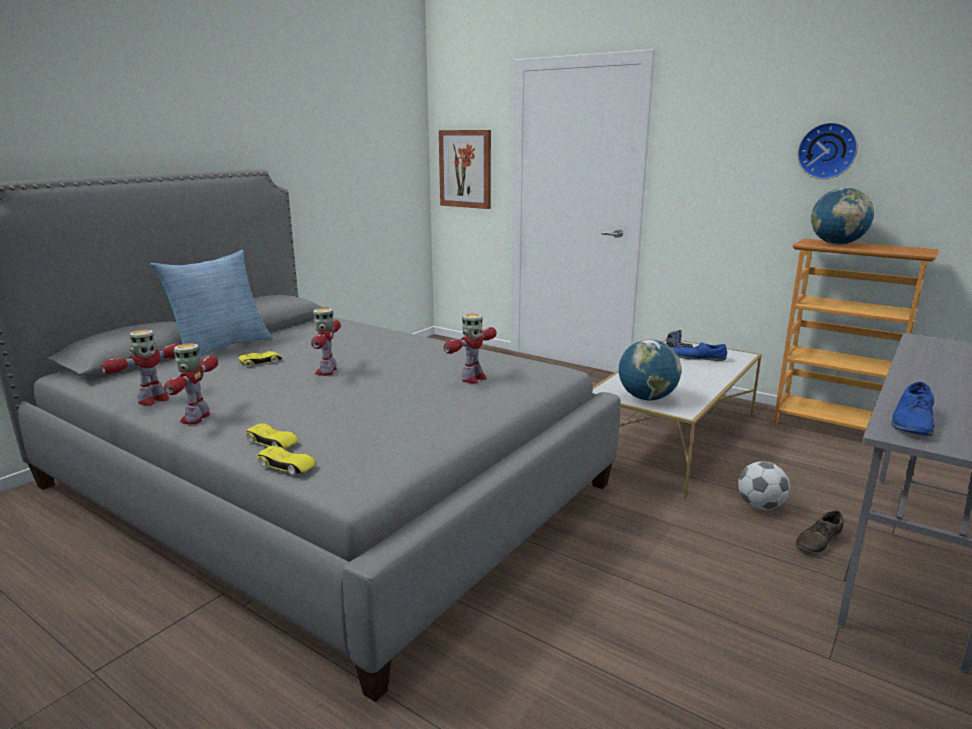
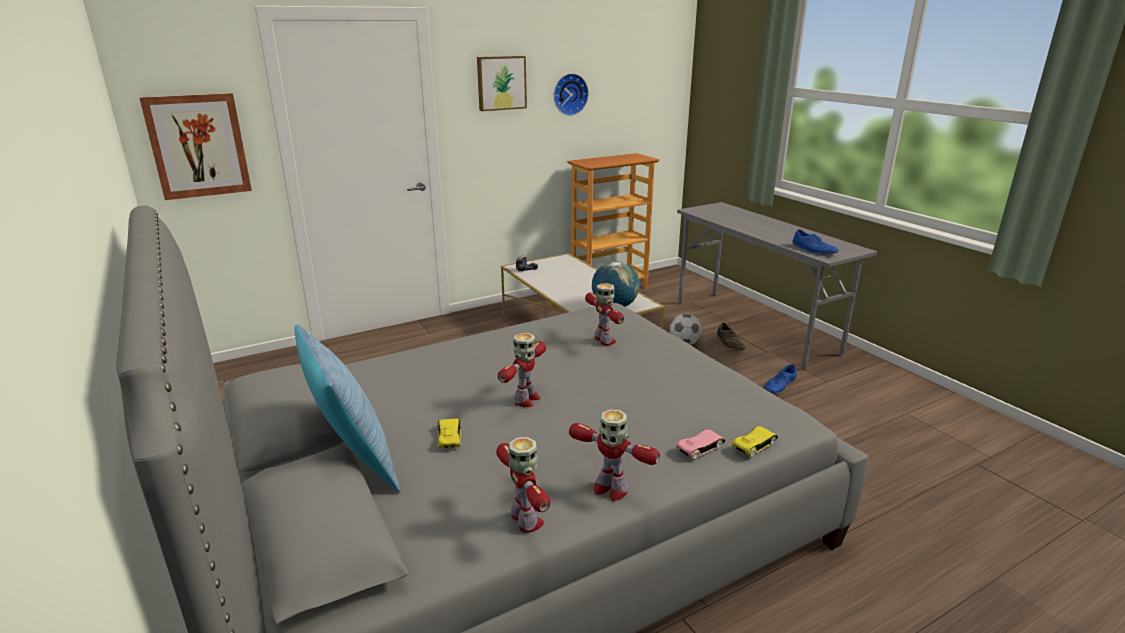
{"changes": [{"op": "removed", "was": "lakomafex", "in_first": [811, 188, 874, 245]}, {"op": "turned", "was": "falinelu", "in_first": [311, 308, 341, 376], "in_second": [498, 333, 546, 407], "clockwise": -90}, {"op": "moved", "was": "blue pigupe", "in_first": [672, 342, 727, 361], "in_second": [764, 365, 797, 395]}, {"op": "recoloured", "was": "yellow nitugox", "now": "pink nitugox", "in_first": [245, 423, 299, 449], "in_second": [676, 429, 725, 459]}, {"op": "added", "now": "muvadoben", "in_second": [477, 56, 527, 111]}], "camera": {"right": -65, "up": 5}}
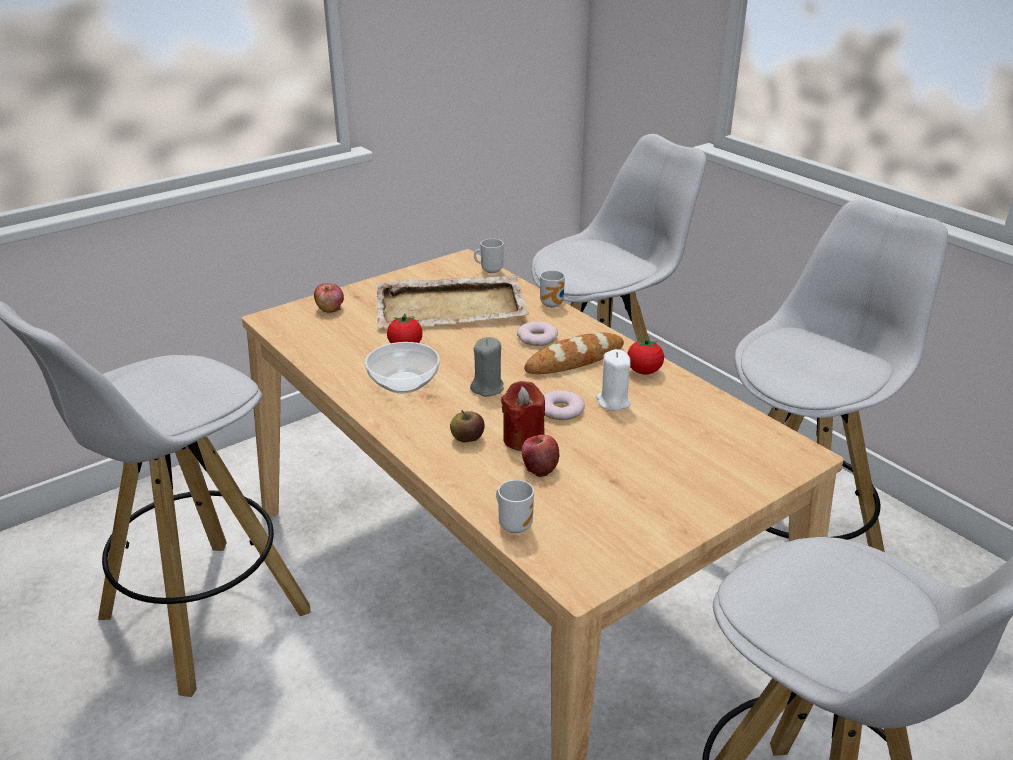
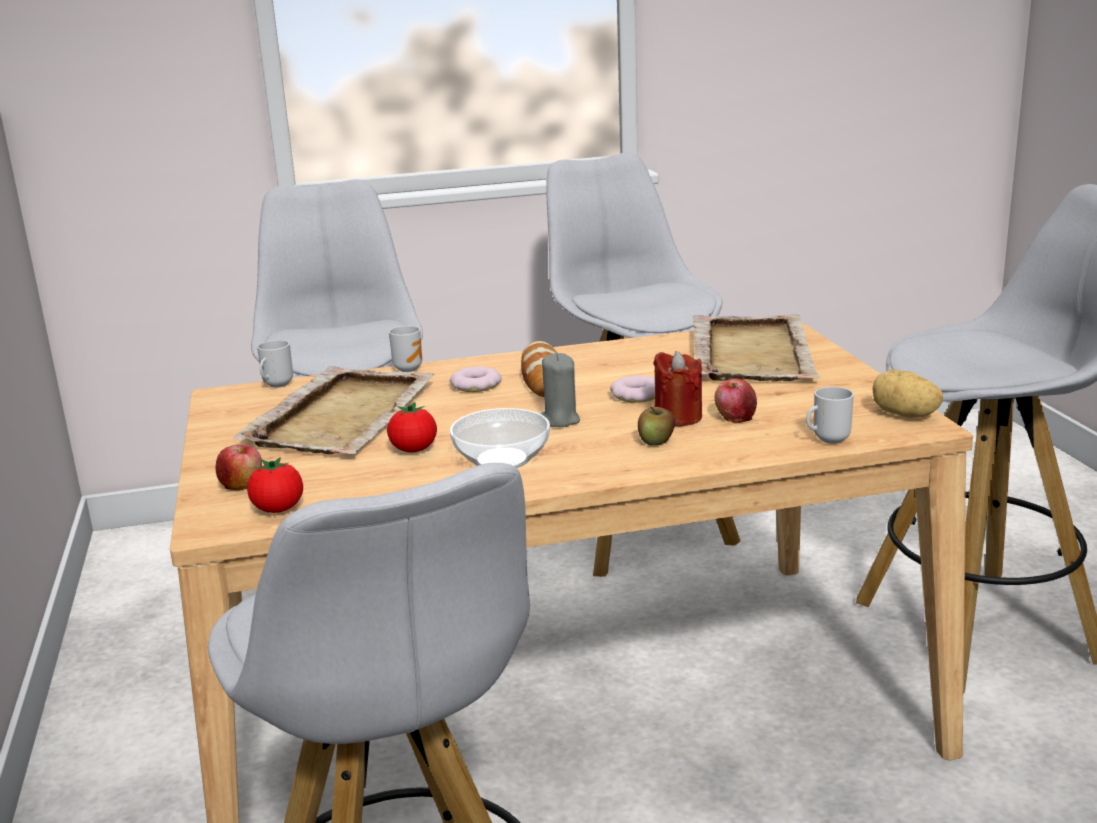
{"changes": [{"op": "moved", "was": "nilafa", "in_first": [627, 337, 664, 374], "in_second": [247, 457, 303, 513]}, {"op": "removed", "was": "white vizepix", "in_first": [596, 349, 631, 411]}, {"op": "added", "now": "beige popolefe", "in_second": [693, 314, 821, 382]}, {"op": "added", "now": "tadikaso", "in_second": [872, 370, 943, 418]}], "camera": {"right": -65, "up": -10}}
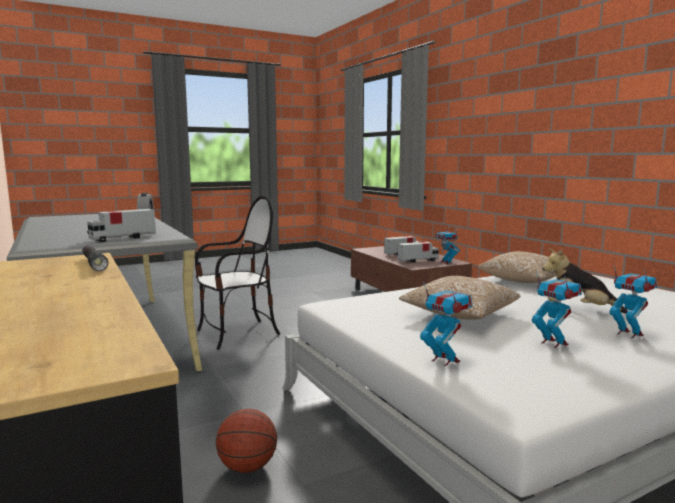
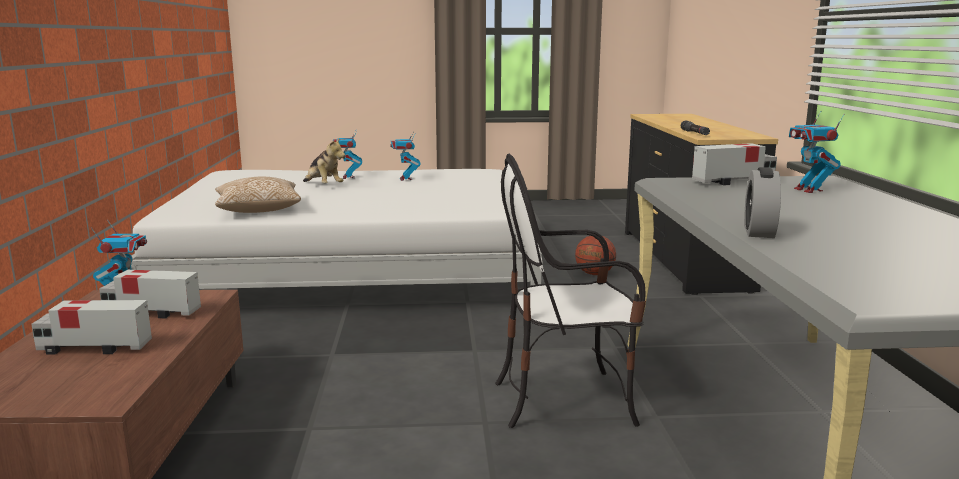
{"changes": [{"op": "removed", "was": "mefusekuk", "in_first": [399, 276, 520, 320]}, {"op": "moved", "was": "falinelu", "in_first": [420, 281, 472, 366], "in_second": [789, 111, 844, 193]}], "camera": {"right": -155, "up": 5}}
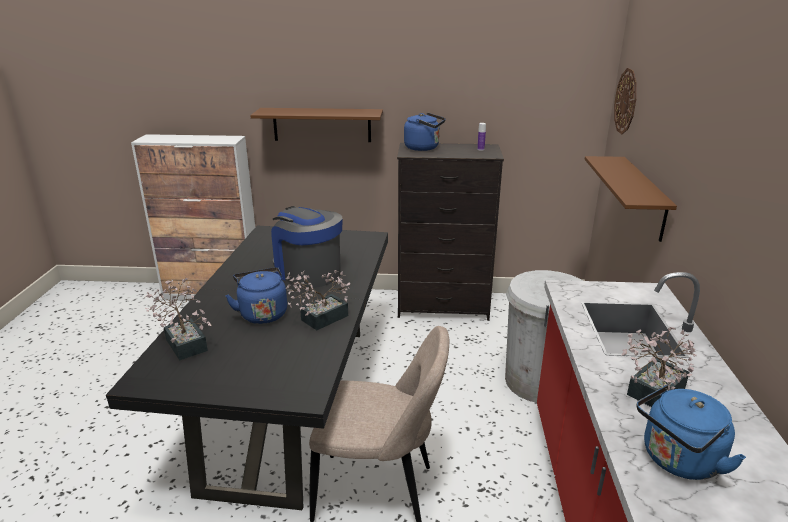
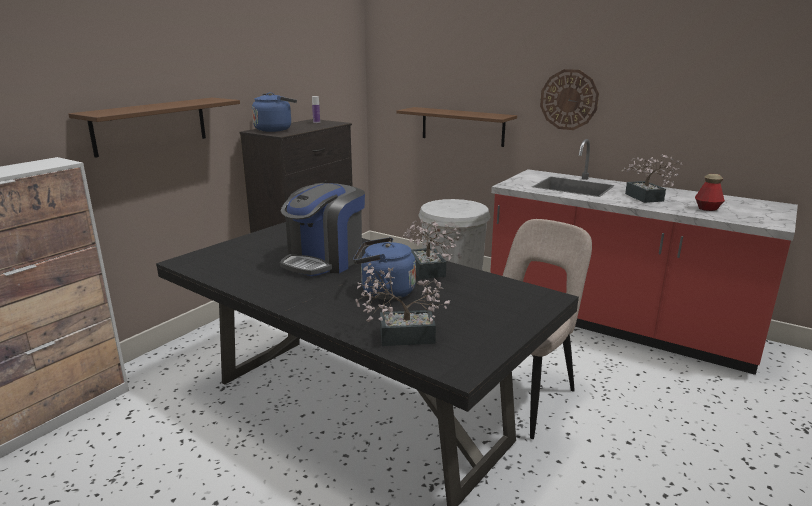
{"changes": [{"op": "moved", "was": "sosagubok", "in_first": [614, 68, 637, 134], "in_second": [540, 69, 599, 130]}, {"op": "turned", "was": "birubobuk", "in_first": [271, 206, 342, 288], "in_second": [280, 183, 365, 276], "clockwise": -45}, {"op": "replaced", "was": "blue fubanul", "now": "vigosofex", "in_first": [637, 385, 746, 480], "in_second": [695, 174, 725, 211]}], "camera": {"right": -60, "up": -5}}
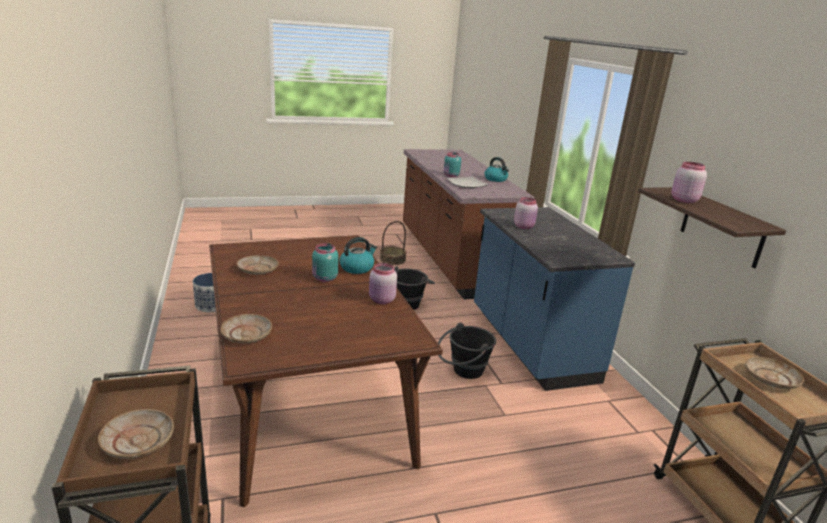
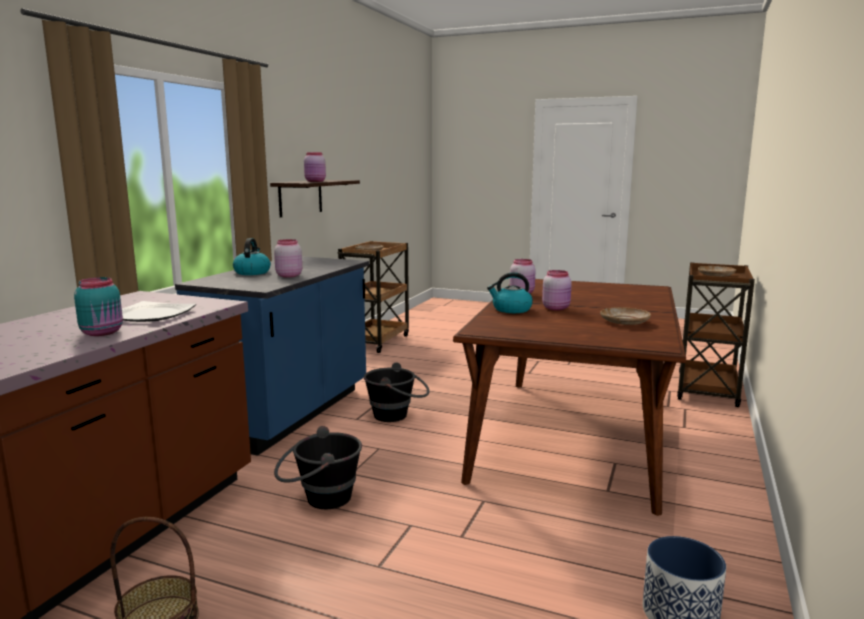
{"changes": [{"op": "moved", "was": "fubanul", "in_first": [485, 157, 509, 182], "in_second": [233, 238, 271, 275]}, {"op": "recoloured", "was": "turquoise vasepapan", "now": "pink vasepapan", "in_first": [312, 243, 339, 282], "in_second": [542, 270, 572, 311]}, {"op": "removed", "was": "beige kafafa", "in_first": [220, 314, 272, 344]}], "camera": {"right": -140, "up": -10}}
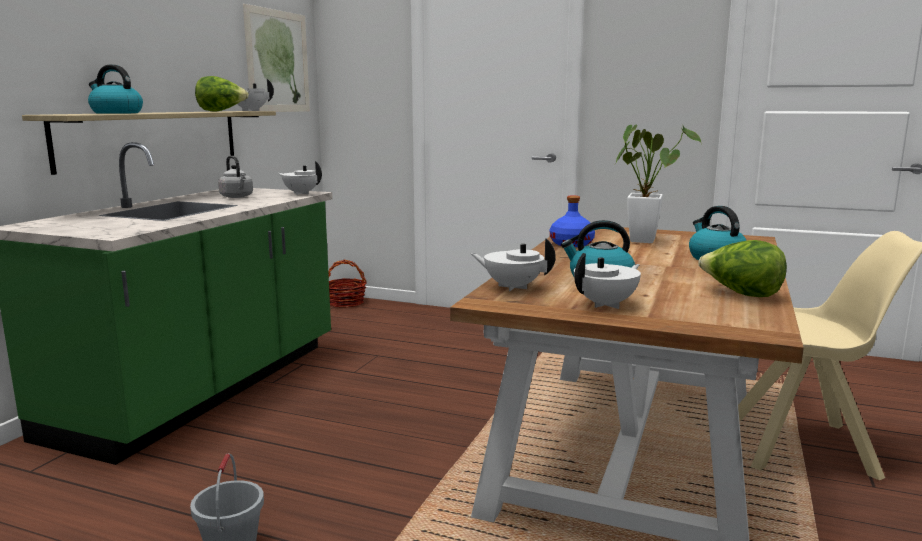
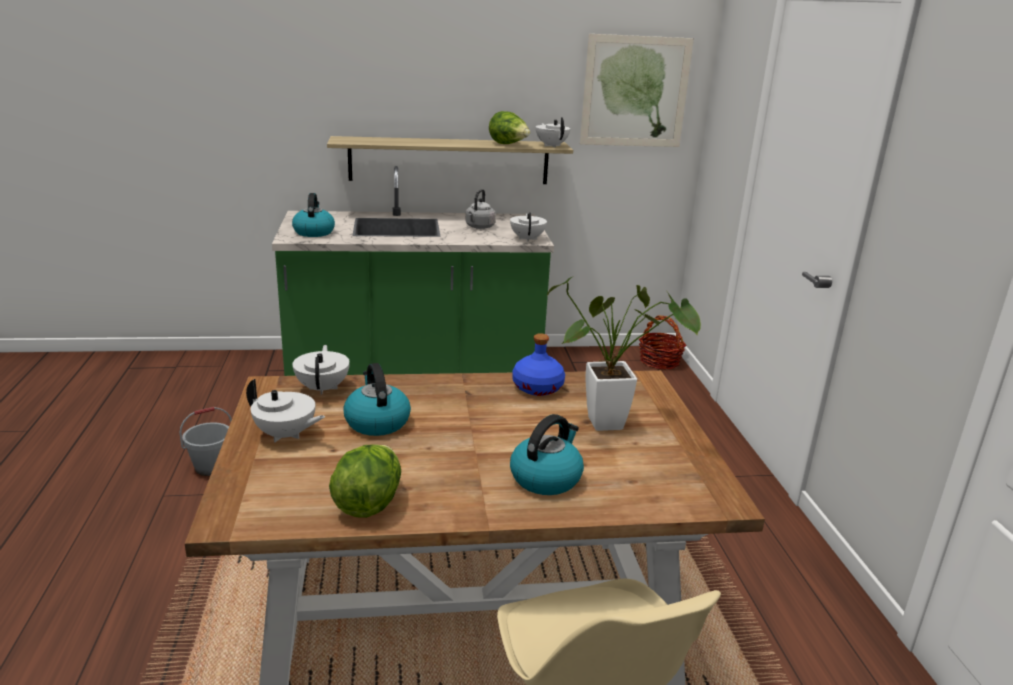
{"changes": [{"op": "moved", "was": "fubanul", "in_first": [88, 64, 143, 114], "in_second": [292, 193, 335, 237]}], "camera": {"right": 60, "up": 10}}
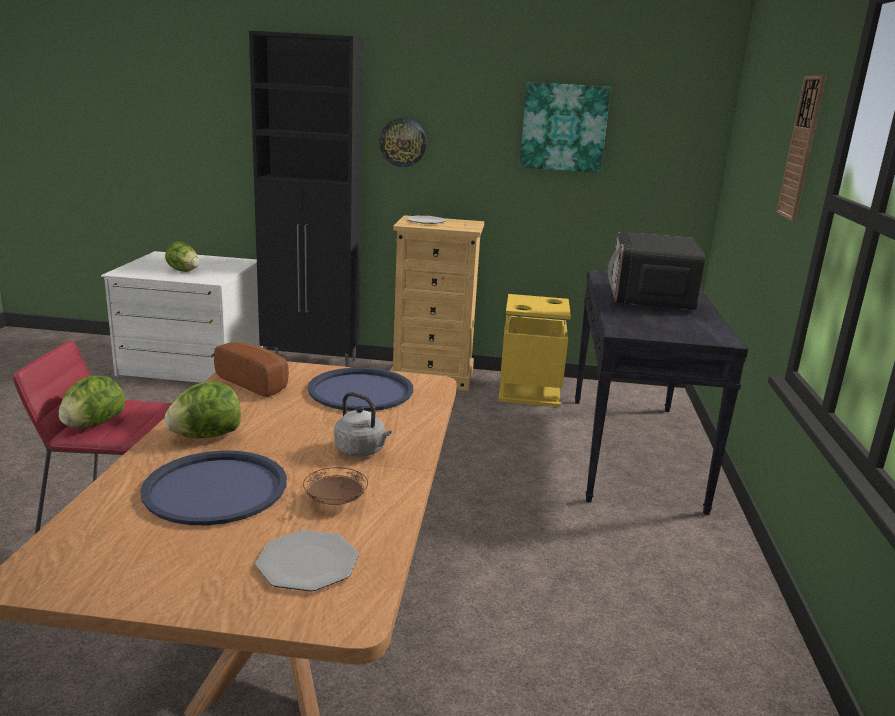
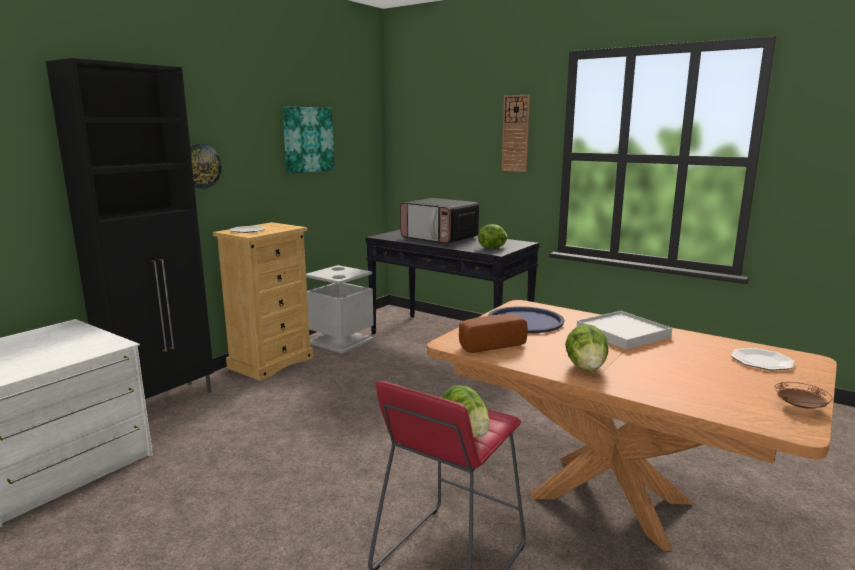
{"changes": [{"op": "moved", "was": "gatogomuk", "in_first": [165, 241, 199, 272], "in_second": [478, 224, 508, 248]}, {"op": "recoloured", "was": "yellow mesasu", "now": "grey mesasu", "in_first": [498, 294, 571, 407], "in_second": [306, 265, 374, 354]}, {"op": "replaced", "was": "grey fubanul", "now": "white popolefe", "in_first": [334, 392, 391, 457], "in_second": [577, 311, 672, 350]}, {"op": "removed", "was": "blue popolefe", "in_first": [140, 451, 287, 525]}, {"op": "moved", "was": "brown kafafa", "in_first": [303, 467, 368, 505], "in_second": [774, 382, 833, 409]}], "camera": {"right": -60, "up": -5}}
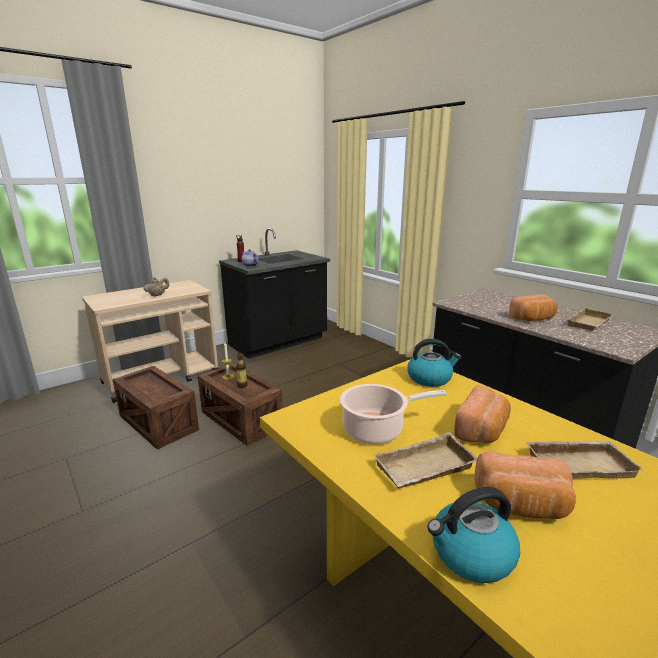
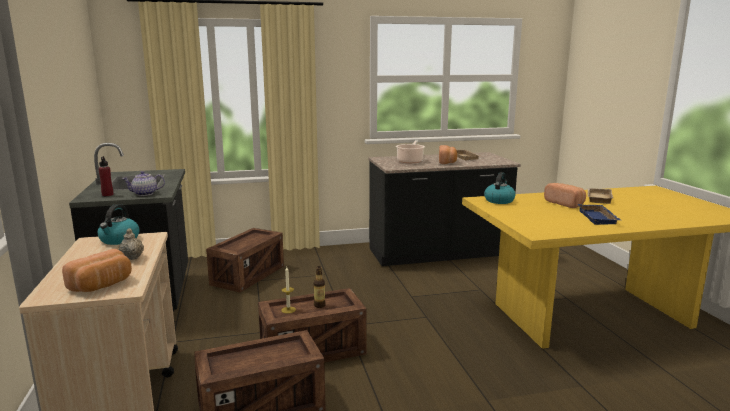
{"changes": [{"op": "moved", "was": "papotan", "in_first": [340, 384, 447, 444], "in_second": [396, 140, 425, 163]}, {"op": "recoloured", "was": "beige popolefe", "now": "blue popolefe", "in_first": [373, 432, 477, 488], "in_second": [578, 204, 621, 225]}, {"op": "moved", "was": "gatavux", "in_first": [474, 452, 576, 519], "in_second": [62, 249, 132, 292]}, {"op": "moved", "was": "fubanul", "in_first": [427, 487, 520, 583], "in_second": [98, 204, 140, 245]}, {"op": "added", "now": "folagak", "in_second": [206, 228, 284, 292]}], "camera": {"right": -65, "up": -5}}
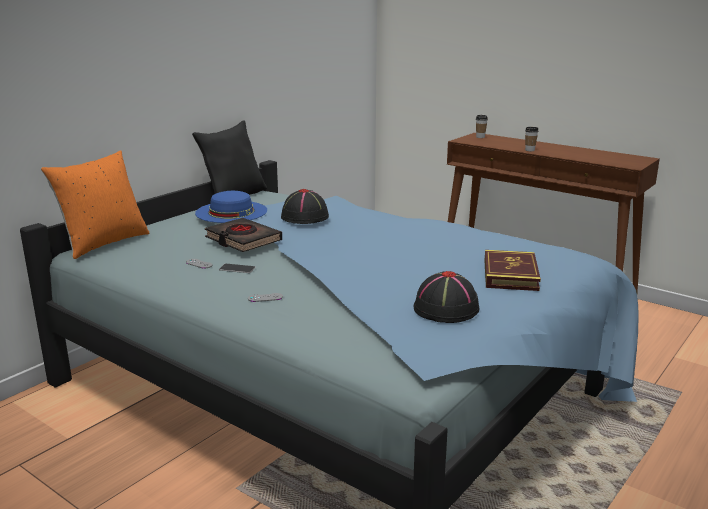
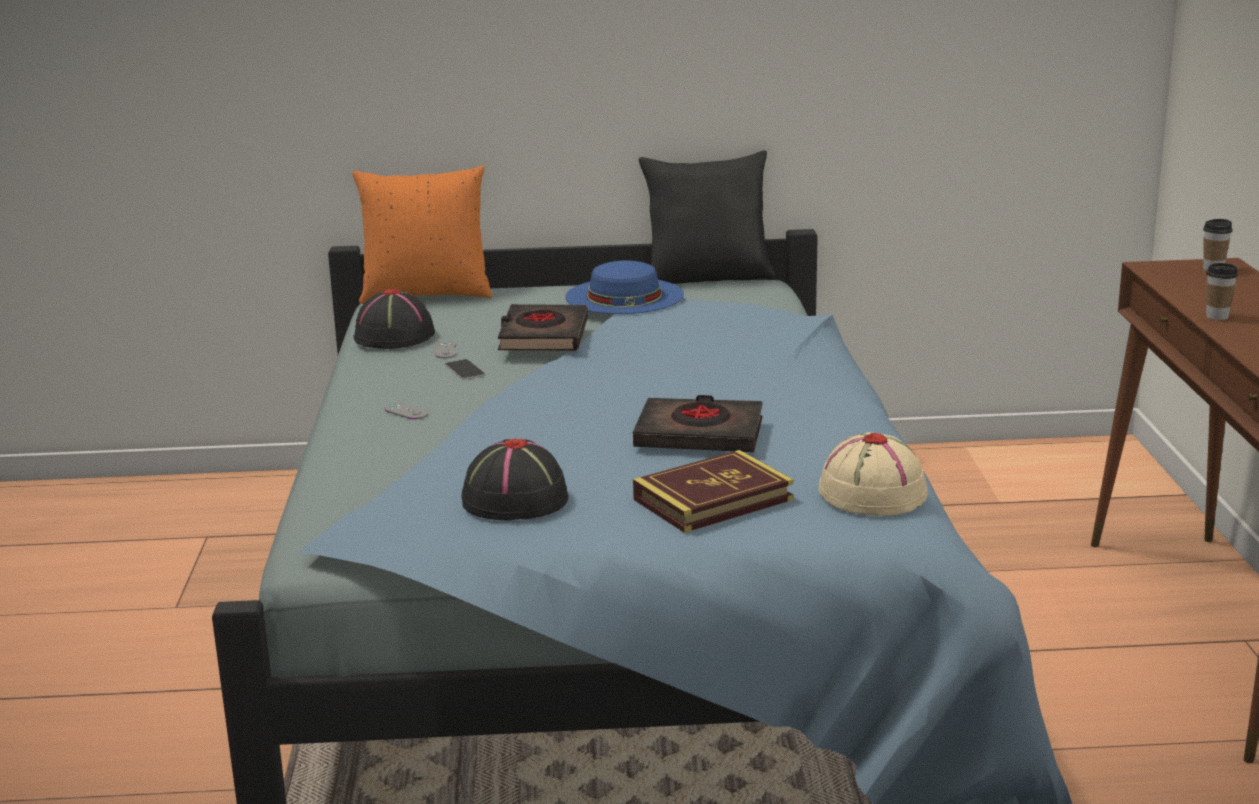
{"changes": [{"op": "moved", "was": "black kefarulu", "in_first": [281, 189, 329, 224], "in_second": [354, 289, 435, 349]}, {"op": "added", "now": "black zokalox", "in_second": [633, 395, 763, 452]}, {"op": "added", "now": "beige kefarulu", "in_second": [819, 432, 928, 516]}], "camera": {"right": 50, "up": 0}}
